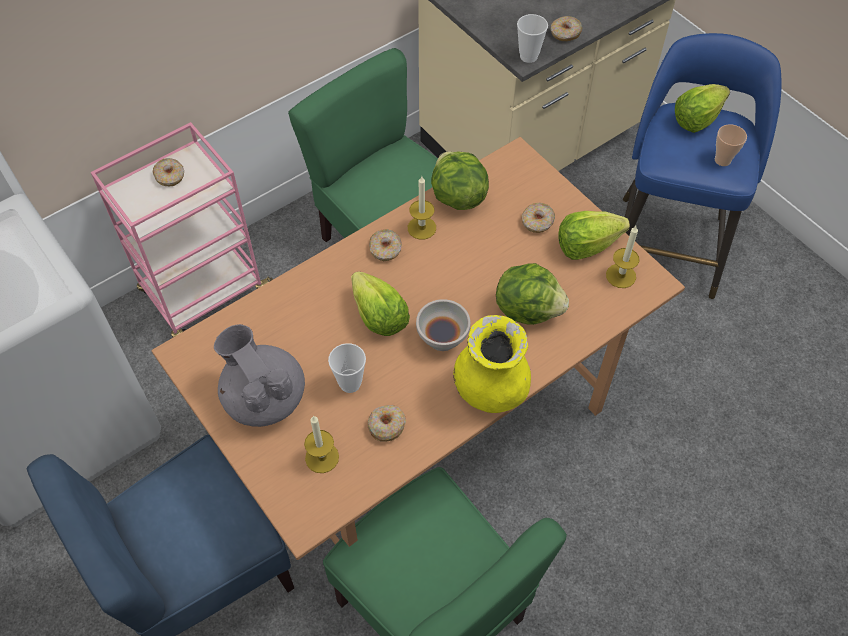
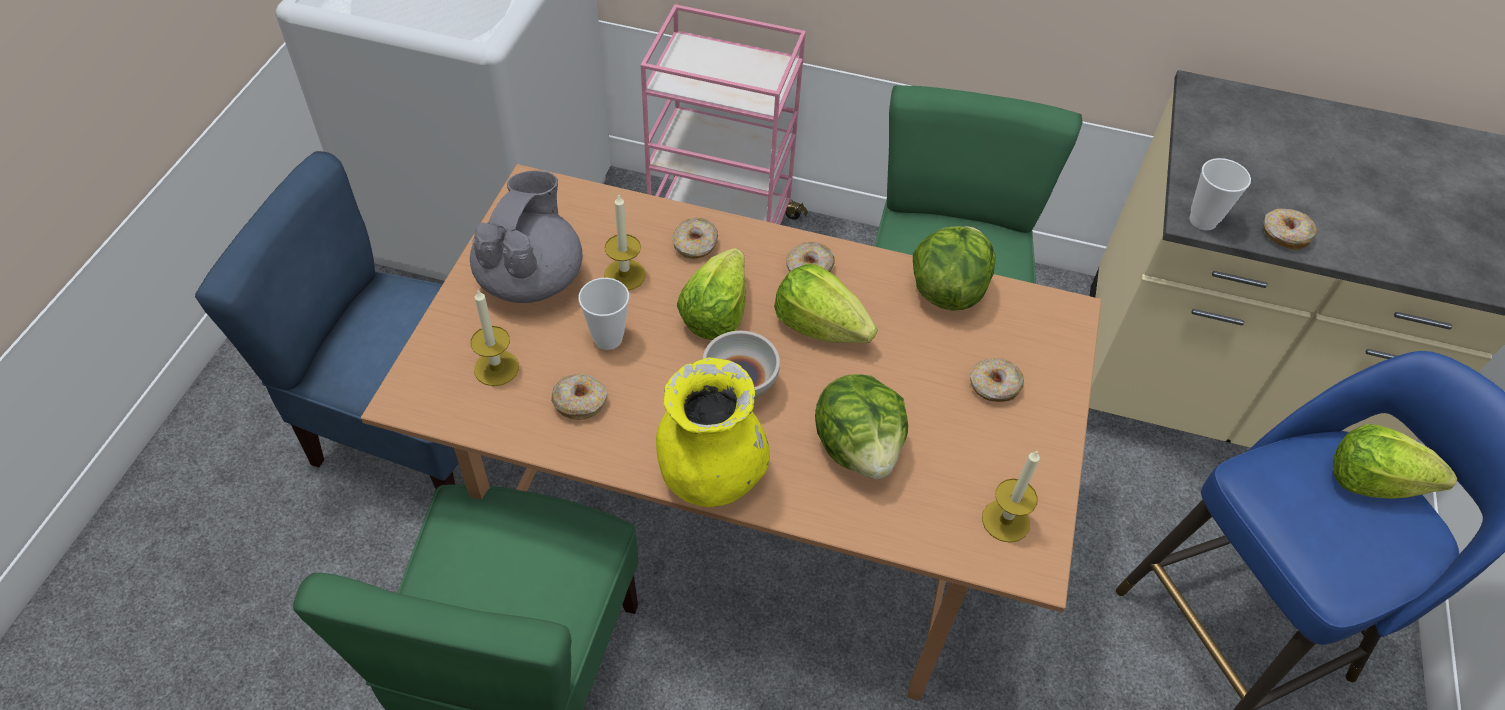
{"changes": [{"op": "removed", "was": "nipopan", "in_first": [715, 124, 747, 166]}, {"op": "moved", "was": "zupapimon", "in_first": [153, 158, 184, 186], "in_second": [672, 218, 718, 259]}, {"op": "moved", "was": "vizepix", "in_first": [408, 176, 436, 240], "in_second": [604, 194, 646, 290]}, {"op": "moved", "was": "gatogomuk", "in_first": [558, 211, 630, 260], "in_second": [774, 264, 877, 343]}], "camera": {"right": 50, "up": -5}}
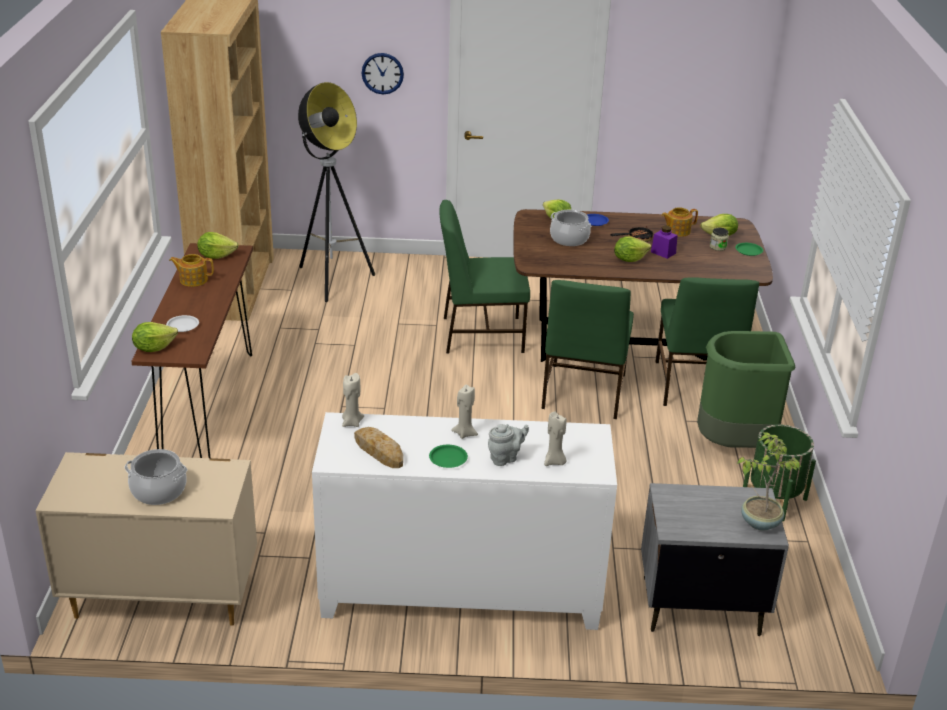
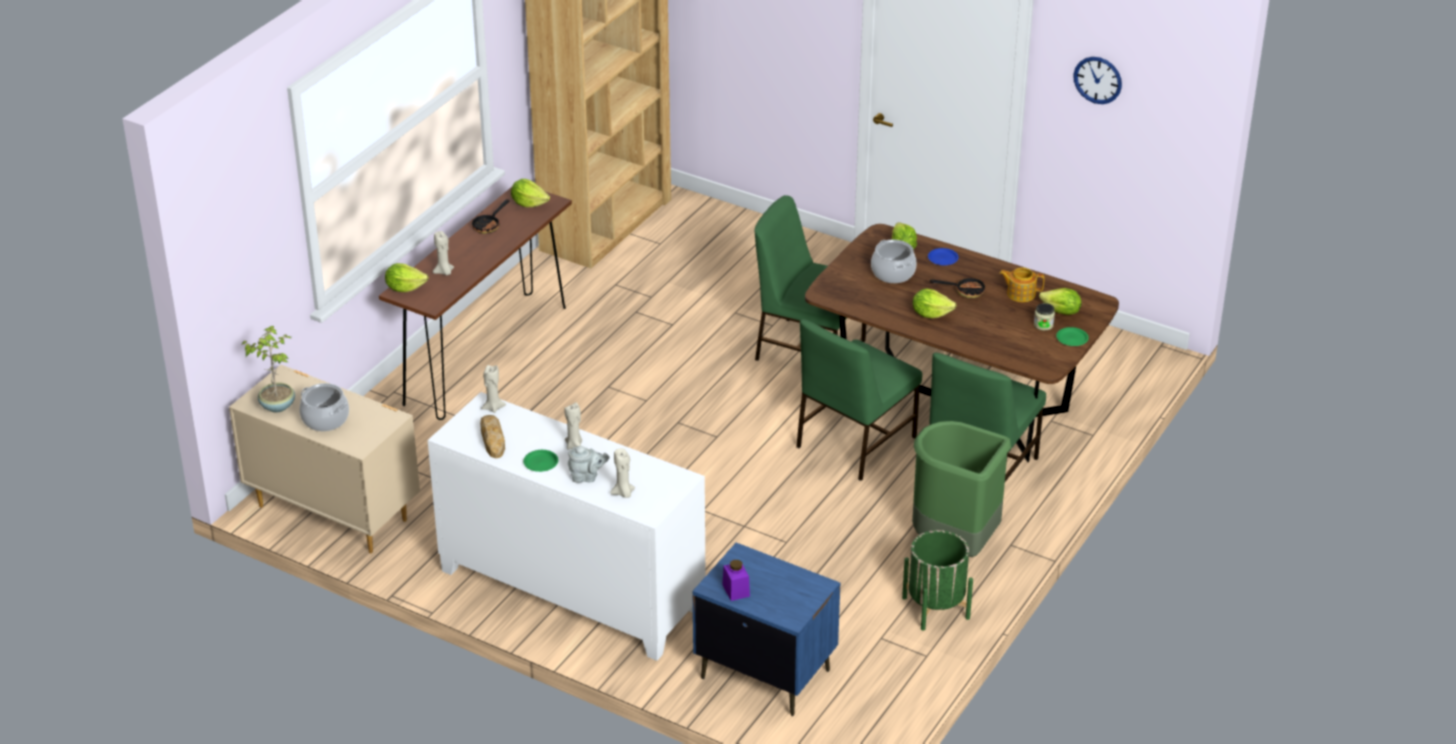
{"changes": [{"op": "moved", "was": "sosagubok", "in_first": [361, 53, 404, 94], "in_second": [1073, 57, 1122, 104]}, {"op": "removed", "was": "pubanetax", "in_first": [298, 82, 375, 302]}, {"op": "moved", "was": "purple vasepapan", "in_first": [651, 226, 678, 259], "in_second": [722, 560, 750, 601]}, {"op": "replaced", "was": "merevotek", "now": "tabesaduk", "in_first": [169, 254, 214, 287], "in_second": [471, 199, 510, 234]}, {"op": "replaced", "was": "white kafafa", "now": "beige vizepix", "in_first": [166, 315, 199, 332], "in_second": [433, 231, 454, 275]}, {"op": "moved", "was": "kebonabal", "in_first": [737, 432, 801, 531], "in_second": [241, 326, 295, 412]}, {"op": "recoloured", "was": "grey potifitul", "now": "blue potifitul", "in_first": [641, 483, 789, 636], "in_second": [693, 542, 840, 716]}], "camera": {"right": 30, "up": 5}}
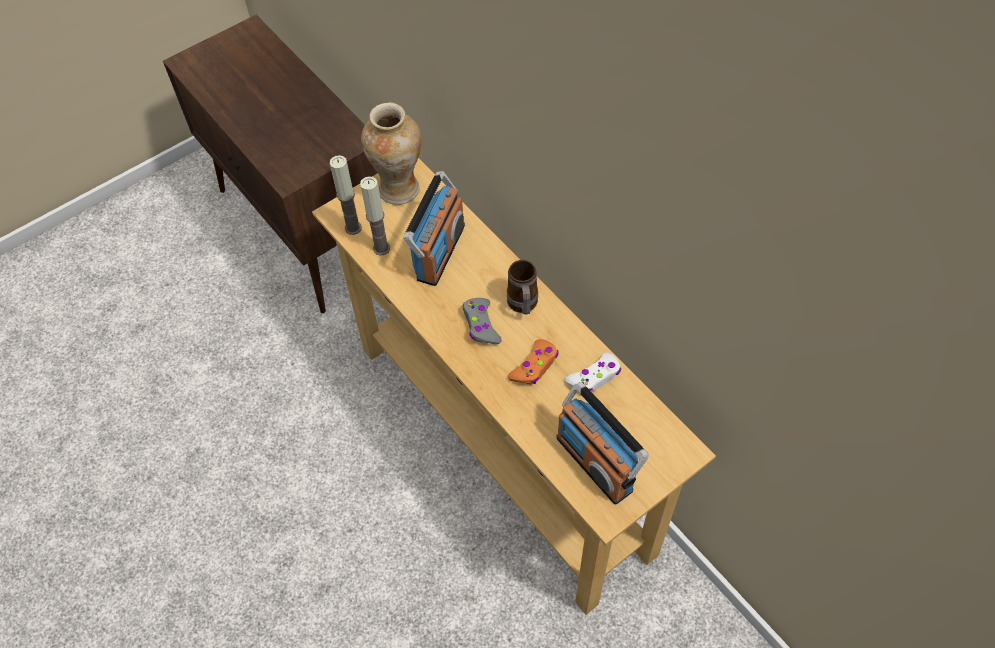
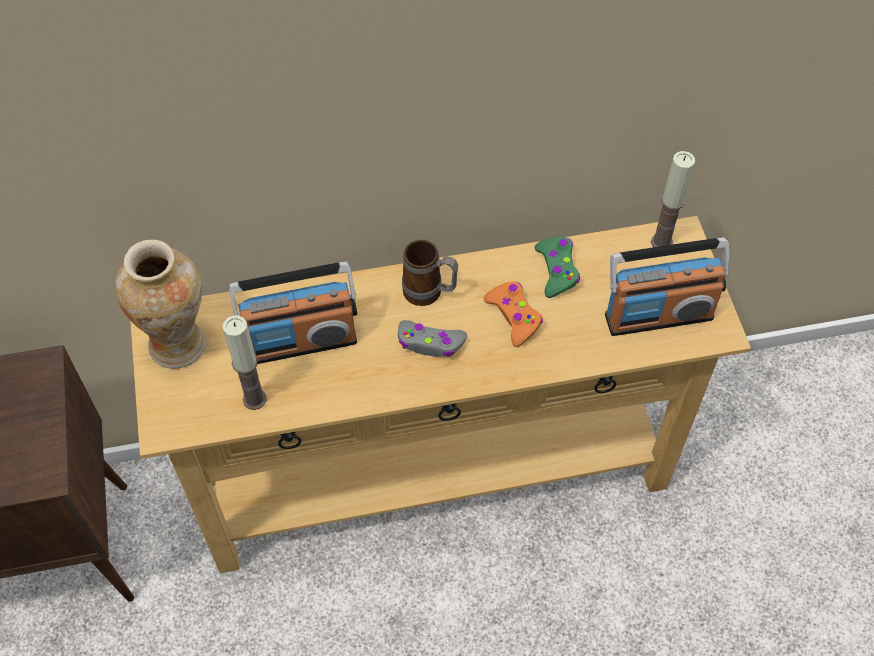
{"changes": [{"op": "moved", "was": "vizepix", "in_first": [330, 155, 362, 235], "in_second": [651, 151, 695, 247]}, {"op": "turned", "was": "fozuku", "in_first": [403, 171, 465, 286], "in_second": [229, 261, 357, 364], "clockwise": 120}, {"op": "recoloured", "was": "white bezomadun", "now": "green bezomadun", "in_first": [564, 352, 621, 391], "in_second": [535, 237, 580, 298]}], "camera": {"right": -65, "up": 0}}
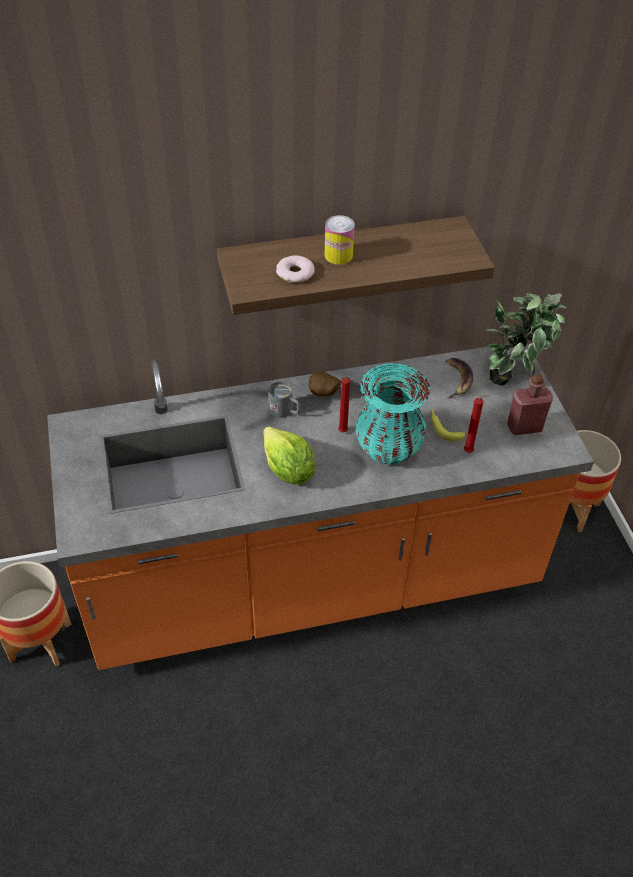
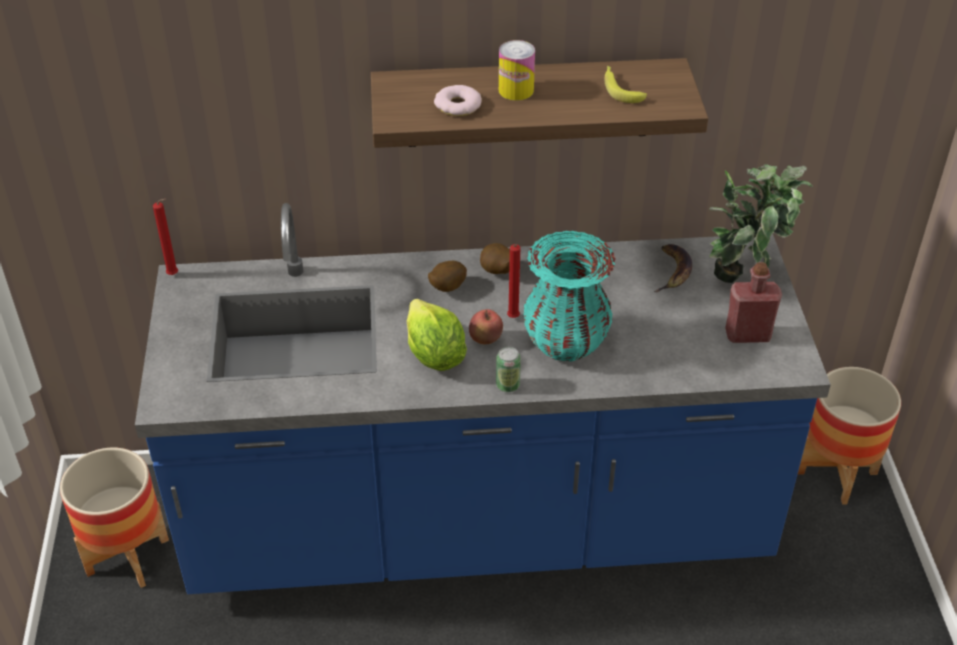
{"changes": [{"op": "recoloured", "was": "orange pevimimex", "now": "blue pevimimex", "in_first": [47, 343, 594, 670], "in_second": [135, 203, 831, 594]}, {"op": "replaced", "was": "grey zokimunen", "now": "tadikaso", "in_first": [268, 381, 300, 418], "in_second": [428, 261, 467, 292]}, {"op": "moved", "was": "red vizepix", "in_first": [464, 395, 489, 453], "in_second": [153, 199, 178, 275]}, {"op": "moved", "was": "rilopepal", "in_first": [431, 409, 465, 441], "in_second": [605, 66, 647, 103]}, {"op": "added", "now": "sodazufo", "in_second": [469, 309, 503, 344]}, {"op": "added", "now": "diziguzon", "in_second": [496, 347, 521, 392]}], "camera": {"right": 10, "up": -5}}
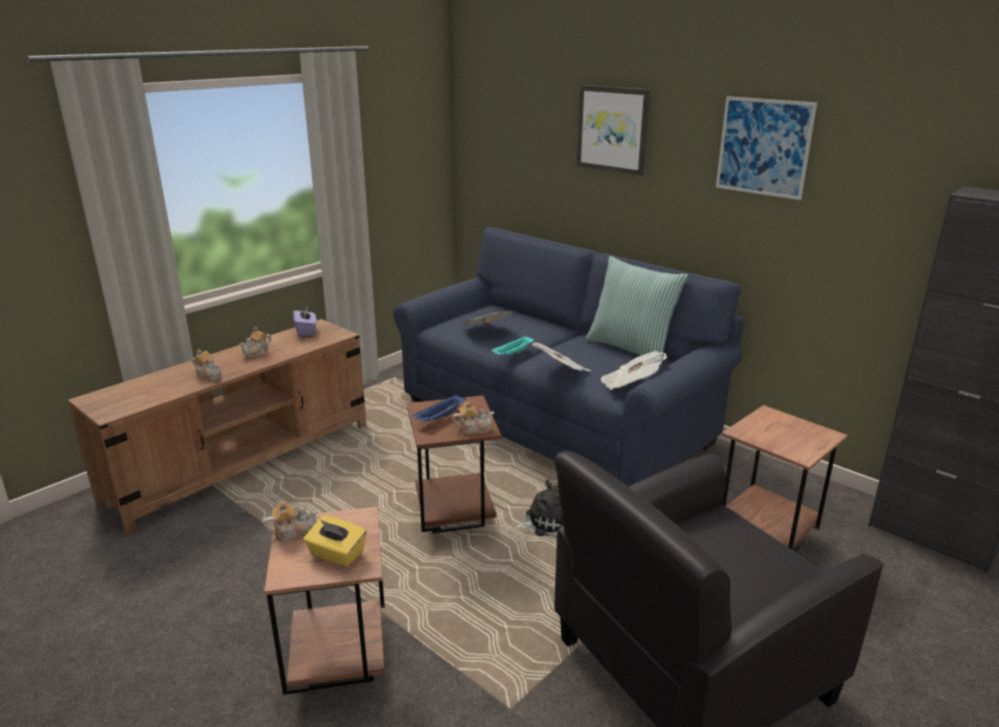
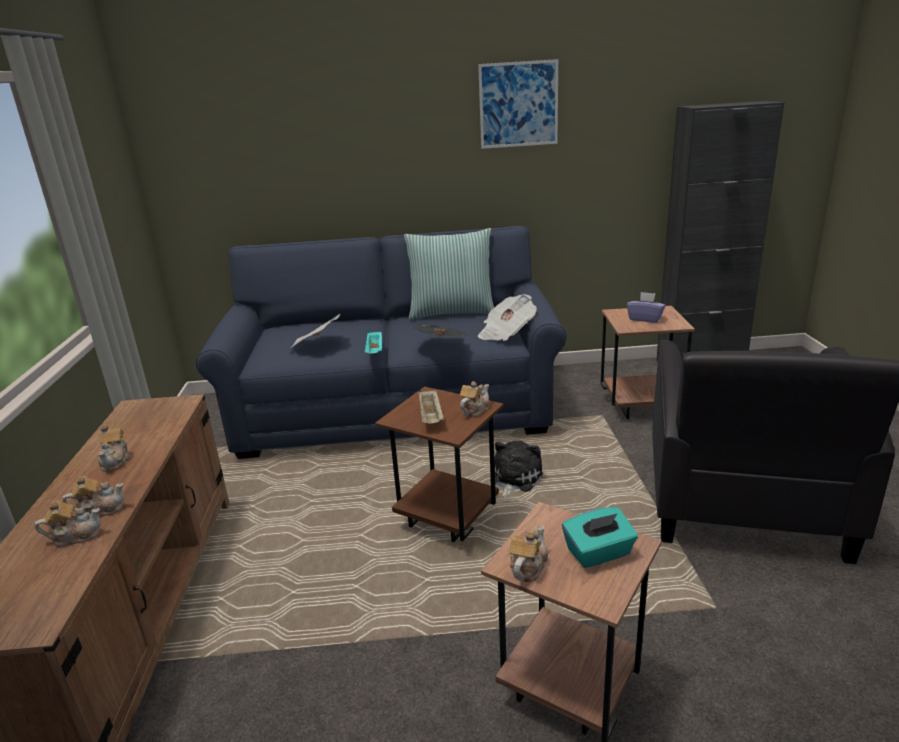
{"changes": [{"op": "removed", "was": "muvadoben", "in_first": [577, 85, 651, 176]}, {"op": "moved", "was": "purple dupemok", "in_first": [293, 308, 317, 337], "in_second": [627, 292, 666, 323]}, {"op": "recoloured", "was": "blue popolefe", "now": "beige popolefe", "in_first": [412, 394, 466, 422], "in_second": [419, 390, 444, 424]}, {"op": "recoloured", "was": "yellow dupemok", "now": "turquoise dupemok", "in_first": [303, 516, 367, 567], "in_second": [562, 507, 638, 568]}, {"op": "added", "now": "merevotek", "in_second": [35, 500, 101, 547]}], "camera": {"right": -45, "up": 0}}
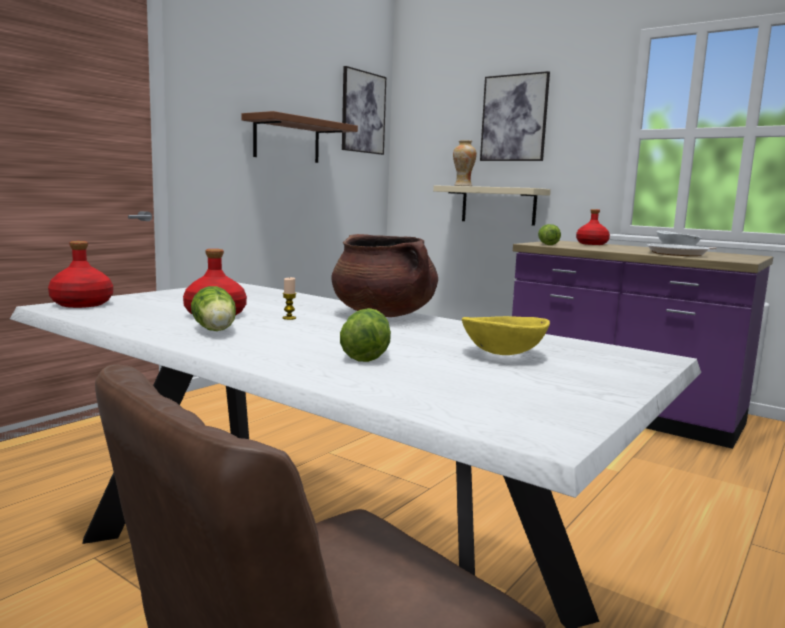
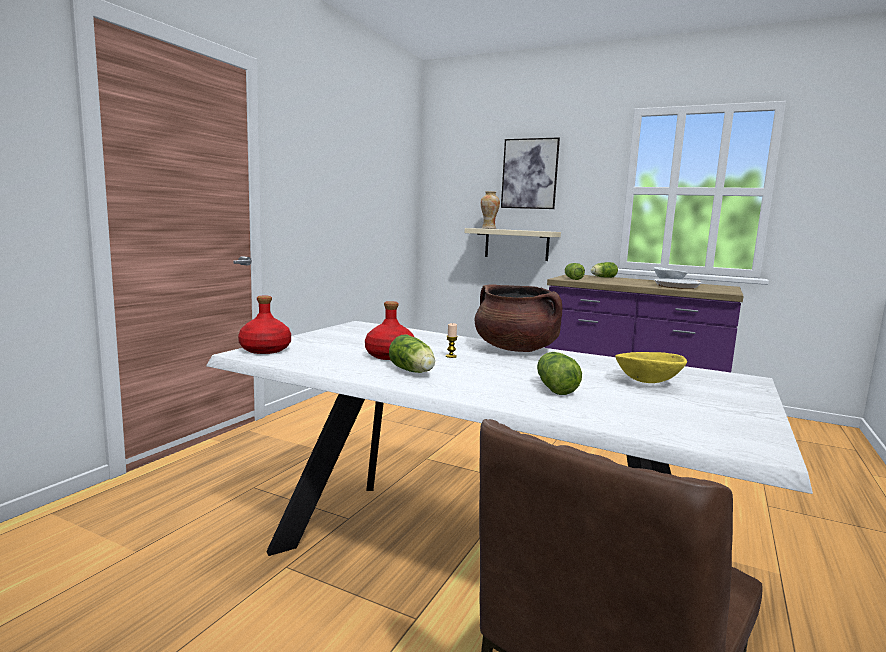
{"changes": [{"op": "removed", "was": "muvadoben", "in_first": [342, 66, 386, 155]}, {"op": "removed", "was": "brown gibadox", "in_first": [241, 111, 358, 163]}, {"op": "replaced", "was": "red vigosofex", "now": "gatogomuk", "in_first": [576, 209, 610, 245], "in_second": [591, 262, 618, 278]}], "camera": {"right": -10, "up": 0}}
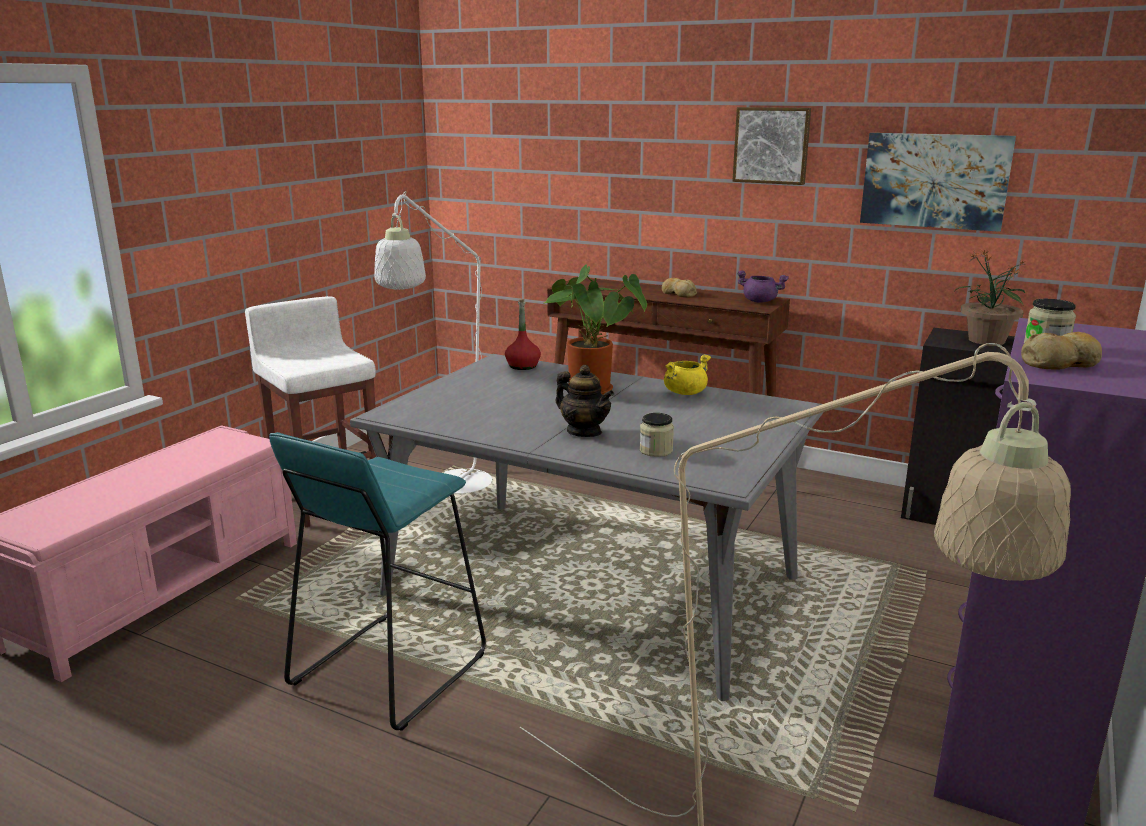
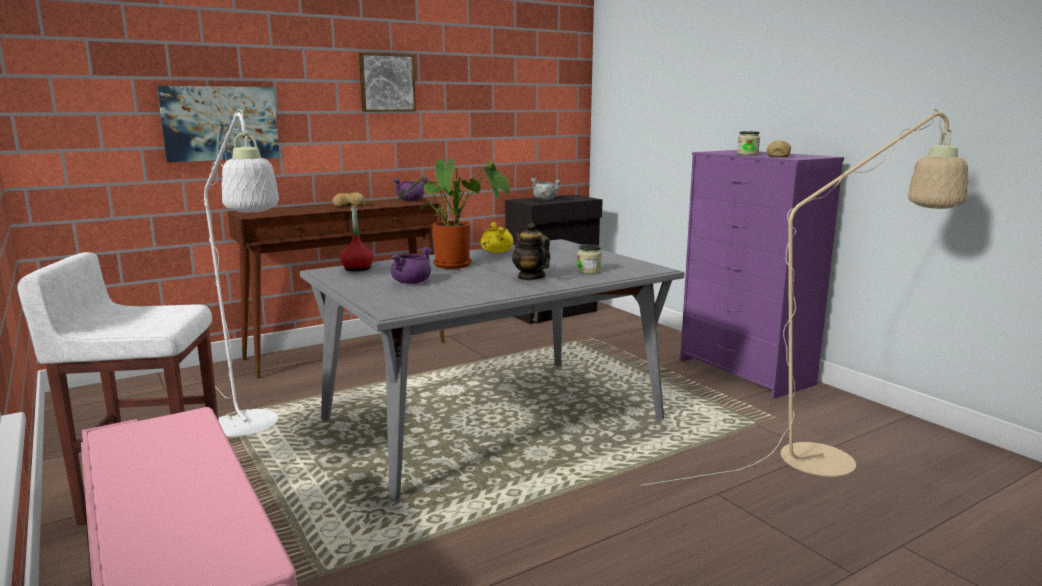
{"changes": [{"op": "moved", "was": "muvadoben", "in_first": [860, 133, 1016, 232], "in_second": [157, 86, 280, 162]}, {"op": "replaced", "was": "kebonabal", "now": "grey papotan", "in_first": [954, 250, 1026, 345], "in_second": [531, 178, 561, 200]}, {"op": "turned", "was": "merevotek", "in_first": [556, 365, 614, 437], "in_second": [512, 223, 550, 280], "clockwise": -105}, {"op": "removed", "was": "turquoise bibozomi", "in_first": [269, 432, 486, 731]}, {"op": "added", "now": "purple papotan", "in_second": [391, 247, 432, 284]}], "camera": {"right": -60, "up": -5}}
